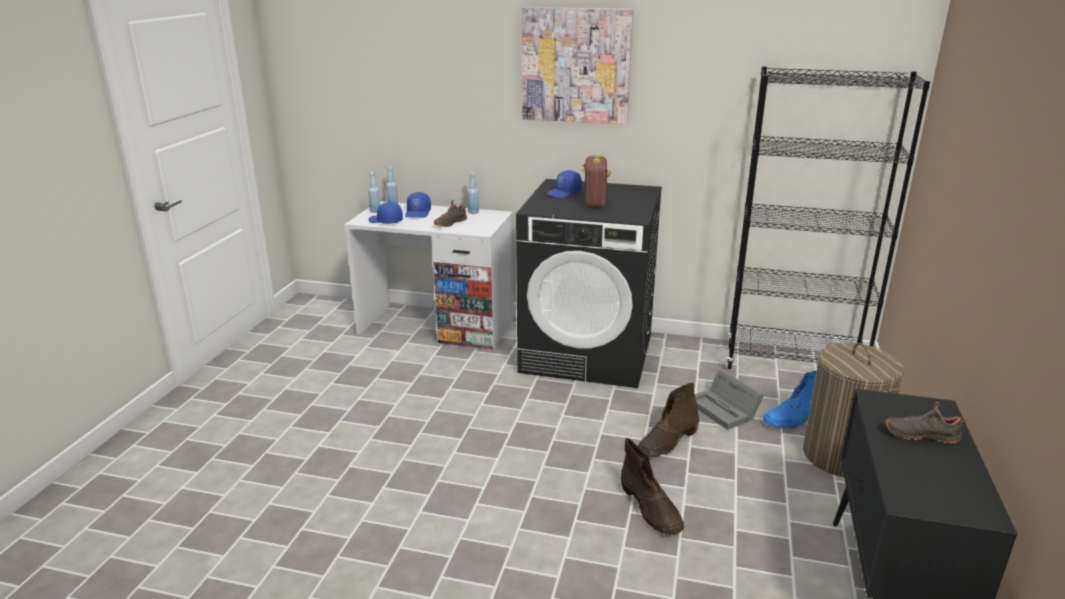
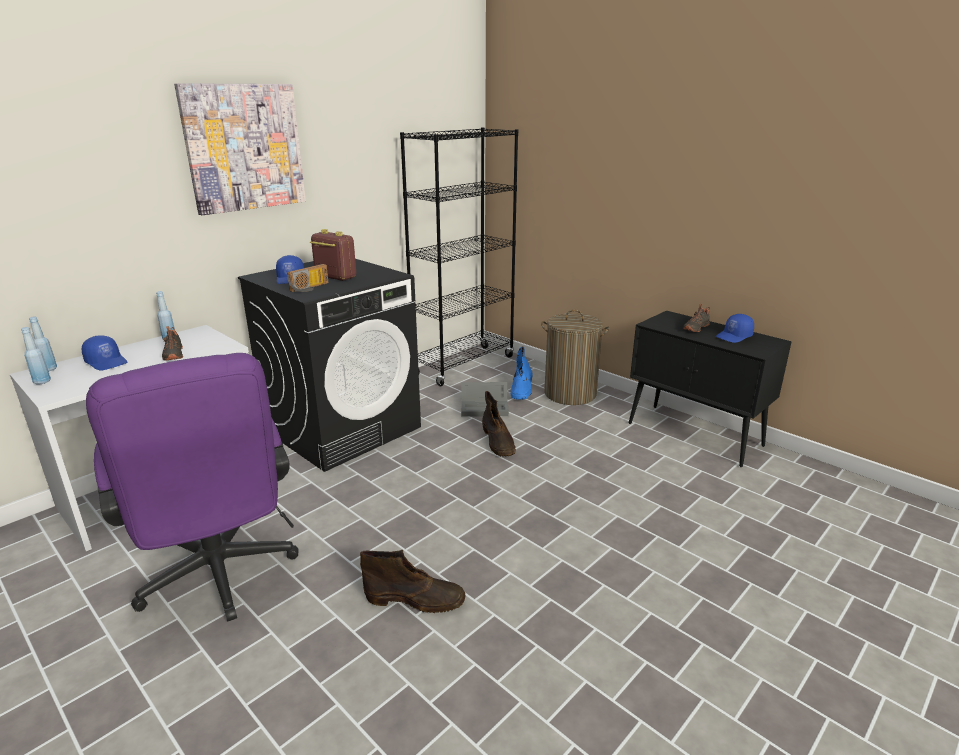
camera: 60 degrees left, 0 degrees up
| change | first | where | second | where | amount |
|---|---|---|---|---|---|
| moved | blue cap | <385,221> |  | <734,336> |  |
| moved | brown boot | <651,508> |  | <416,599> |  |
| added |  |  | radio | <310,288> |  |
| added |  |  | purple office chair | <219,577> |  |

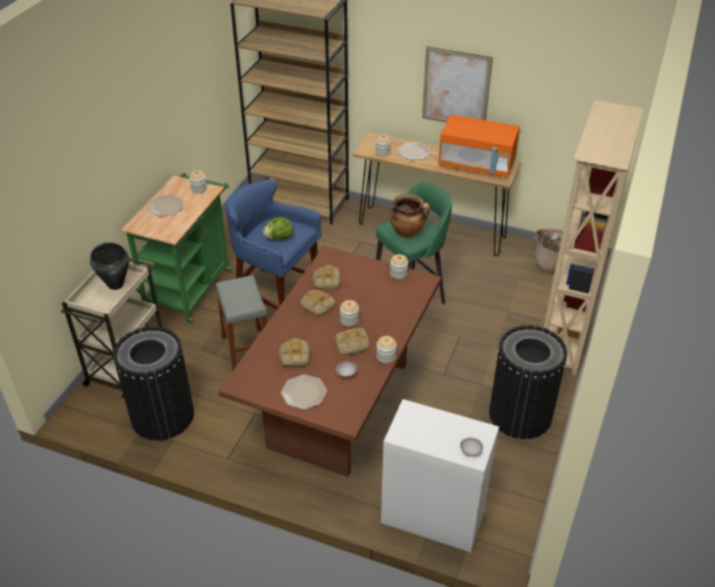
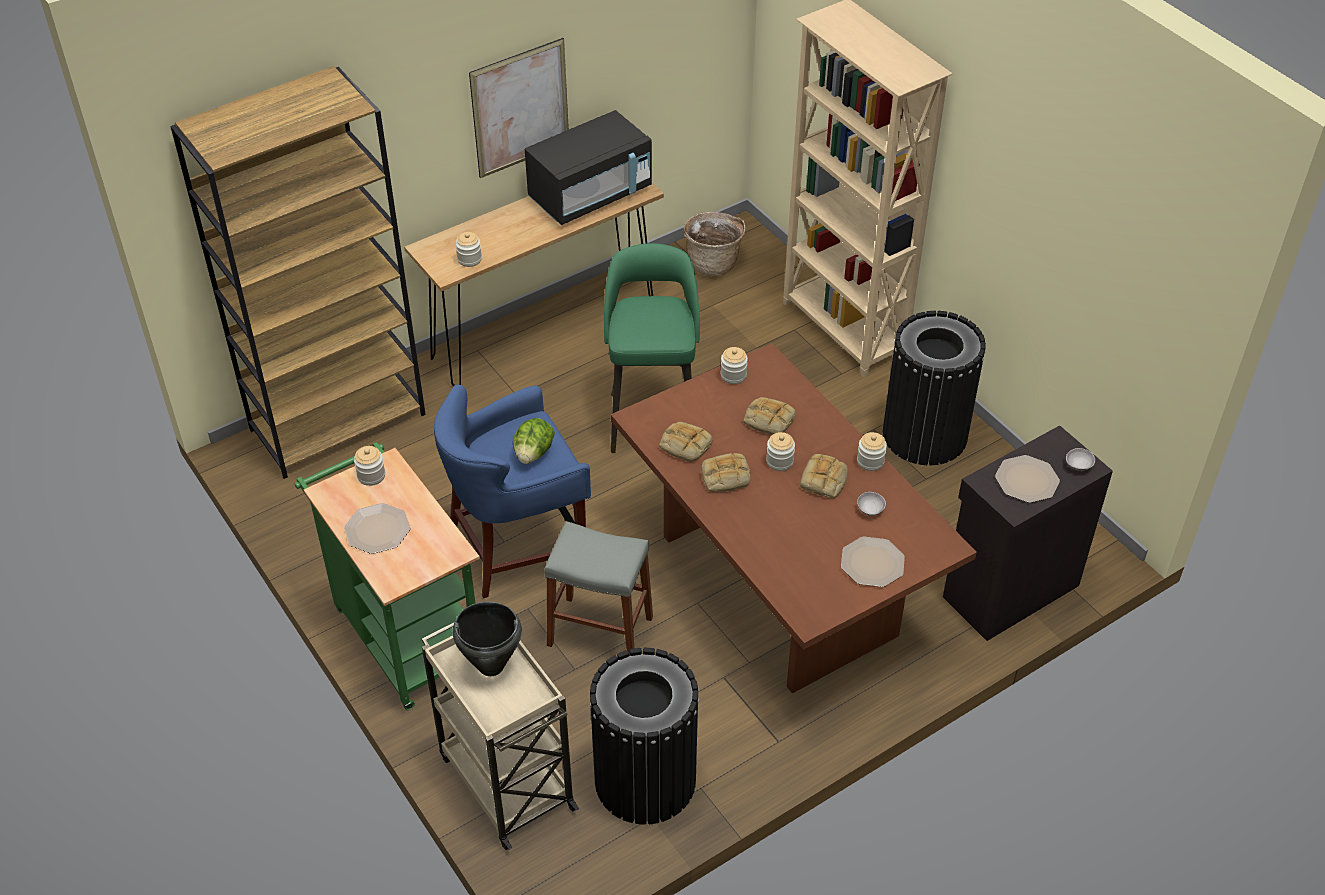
camera: 55 degrees left, 5 degrees up
| change | first | where | second | where | amount |
|---|---|---|---|---|---|
| recoloured | orange microwave | <477,165> | black microwave | <590,195> |  |
| moved | plate | <414,152> |  | <1027,480> |  |
| removed | cooking pot | <408,232> |  |  |  |
| moved | bread | <294,355> |  | <768,420> |  |
| recoloured | white cabinet | <432,515> | black cabinet | <1008,590> |  |

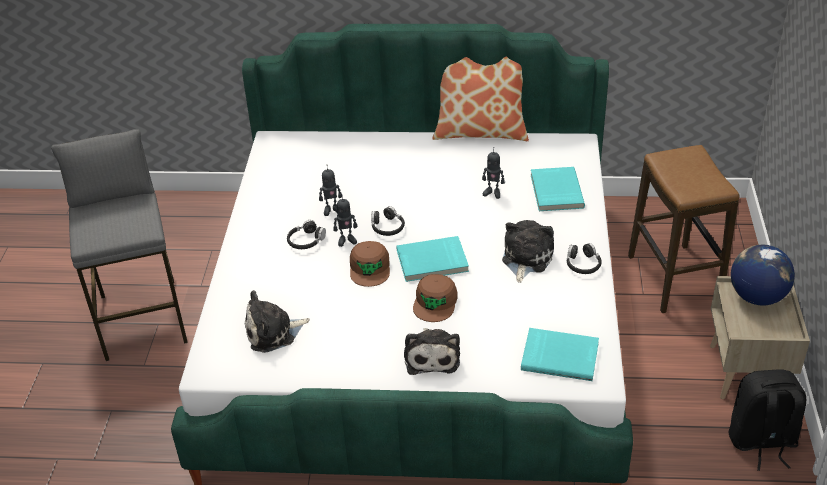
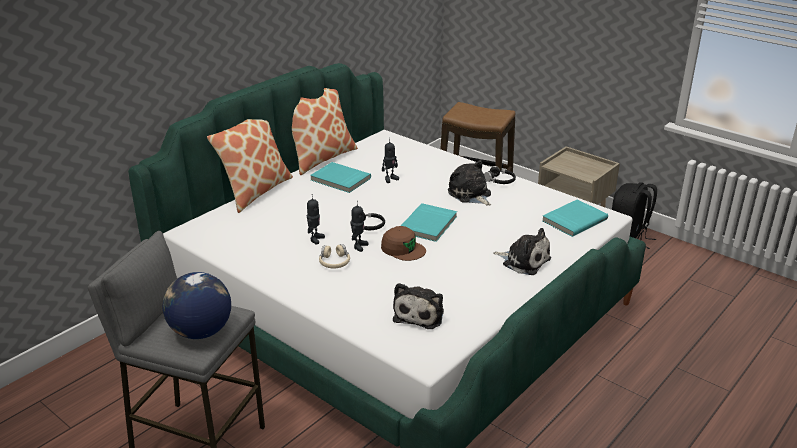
camera: 55 degrees left, 10 degrees down
| change | first | where | second | where | amount |
|---|---|---|---|---|---|
| moved | turquoise book | <555,191> |  | <340,180> |  |
| recoloured | black headphones | <306,241> | beige headphones | <334,262> |  |
| moved | globe | <756,296> |  | <200,332> |  |
| removed | brown cap | <435,302> |  |  |  |
| added |  |  | pillow | <255,191> |  |

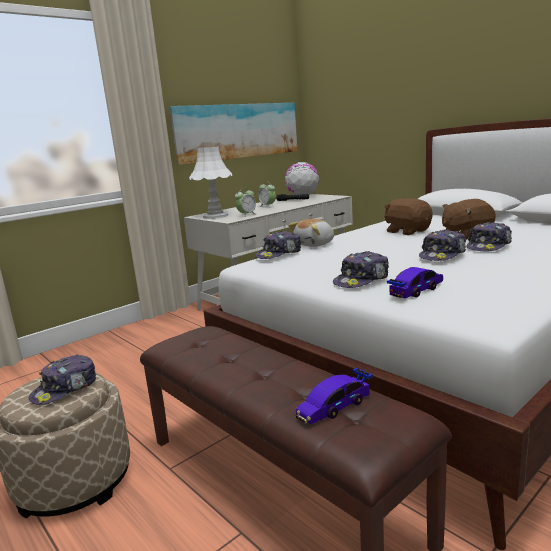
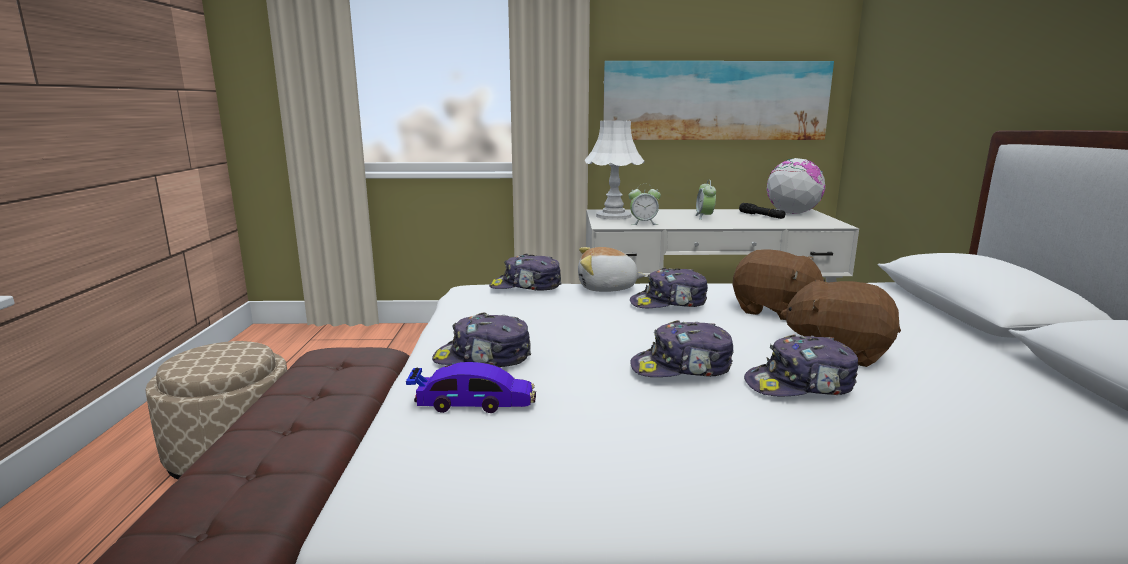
camera: 40 degrees right, 0 degrees up
| change | first | where | second | where | amount |
|---|---|---|---|---|---|
| turned | brown plush toy | <407,231> |  | <774,311> | 120 degrees clockwise |
| moved | cap | <65,389> |  | <669,303> |  |
| removed | toy car | <335,406> |  |  |  |

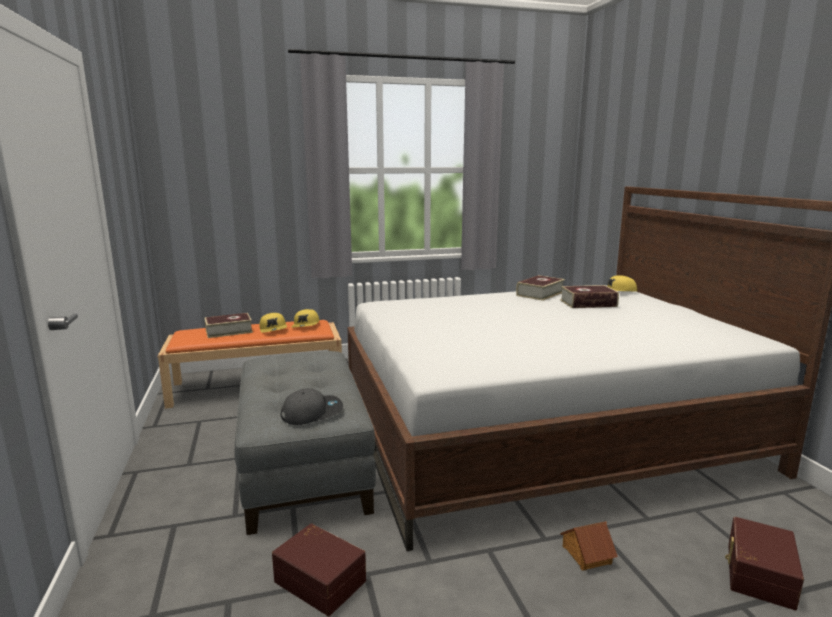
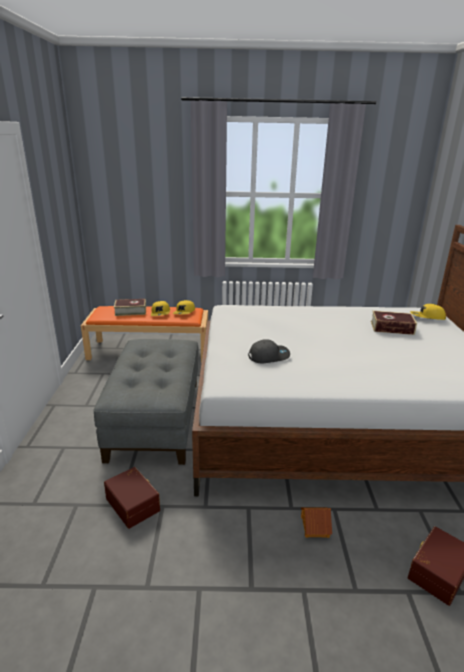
camera: 15 degrees right, 10 degrees up
| change | first | where | second | where | amount |
|---|---|---|---|---|---|
| removed | book | <540,294> |  |  |  |
| moved | grey cap | <312,413> |  | <269,356> |  |

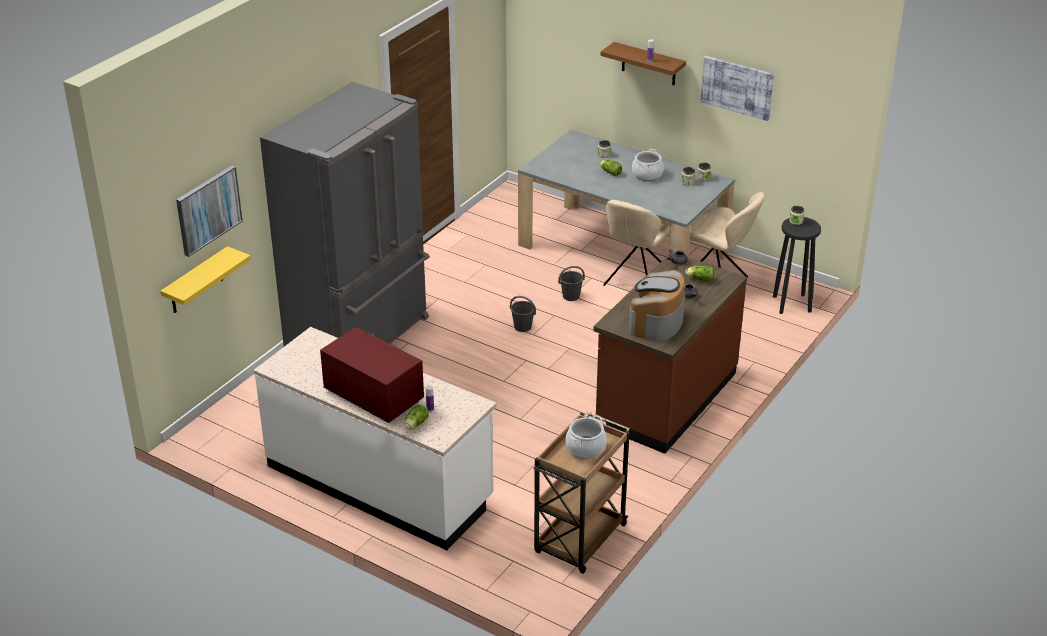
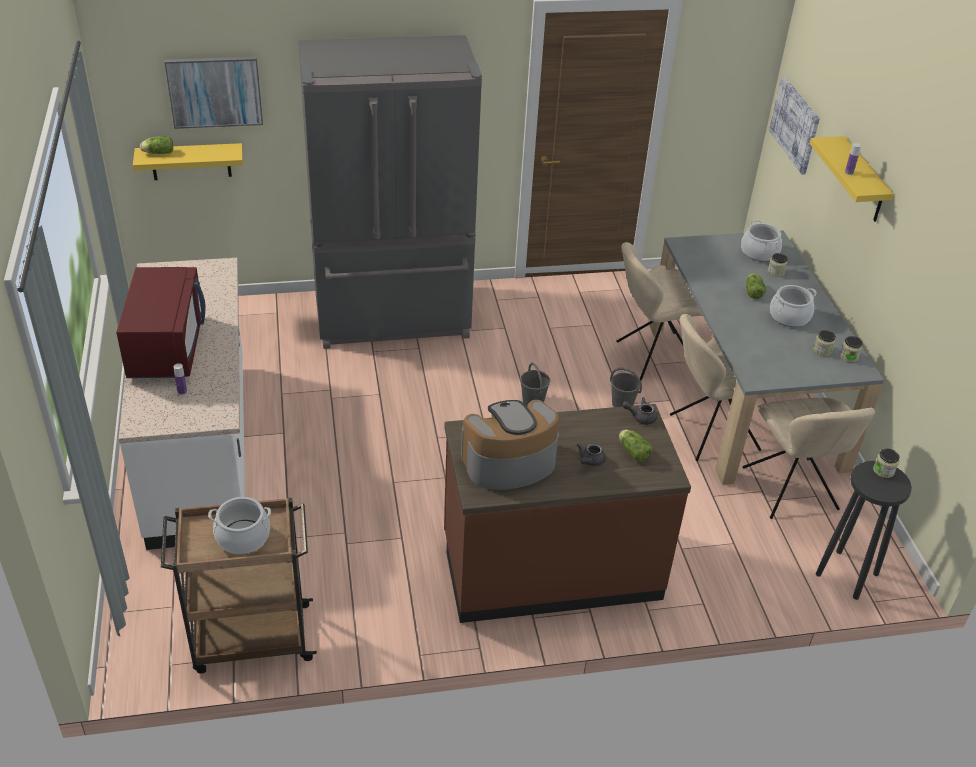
camera: 45 degrees right, 5 degrees up
| change | first | where | second | where | amount |
|---|---|---|---|---|---|
| recoloured | brown shelf | <648,64> | yellow shelf | <863,181> |  |
| moved | picture | <737,87> |  | <795,124> |  |
| moved | lettuce | <415,425> |  | <157,153> |  |
| added |  |  | cooking pot | <759,252> |  |
| added |  |  | beige chair | <654,357> |  |

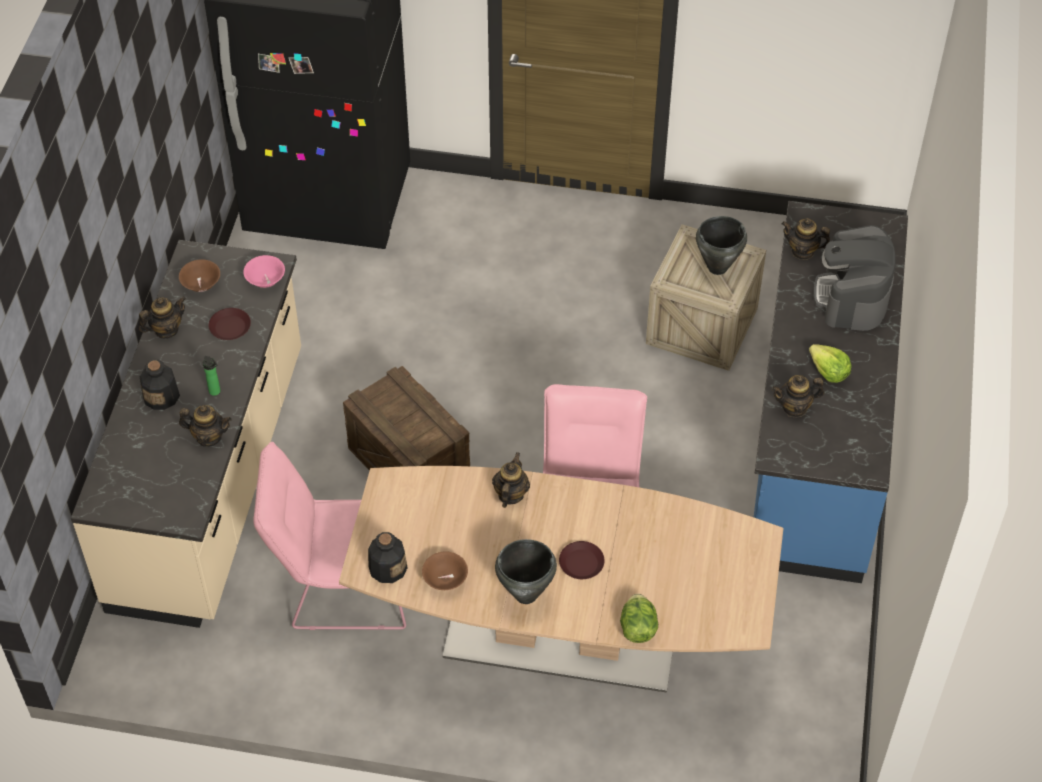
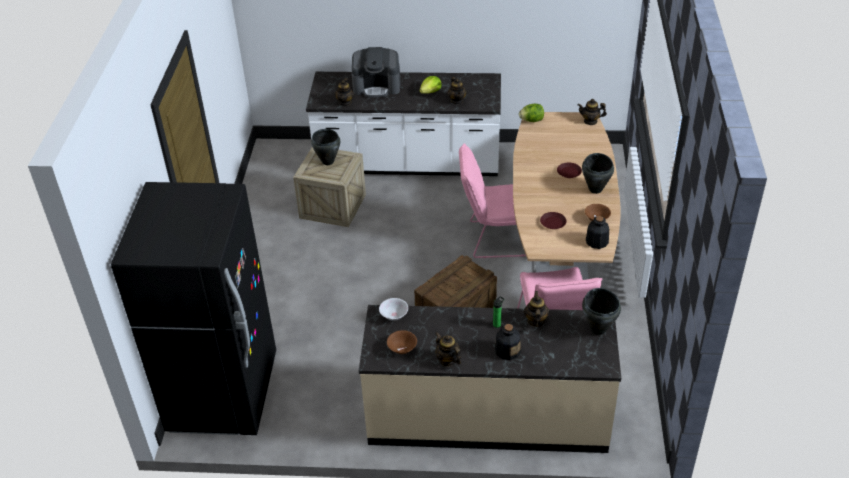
camera: 95 degrees left, 10 degrees down
| change | first | where | second | where | amount |
|---|---|---|---|---|---|
| recoloured | blue counter | <815,437> | white counter | <408,162> |  |
| recoloured | pink bowl | <265,280> | white bowl | <394,315> |  |
| moved | brown plate | <229,327> |  | <553,223> |  |
| moved | teapot | <510,494> |  | <590,121> |  |
| moved | lettuce | <637,628> |  | <532,120> |  |
| added |  |  | black cooking pot | <598,329> |  |

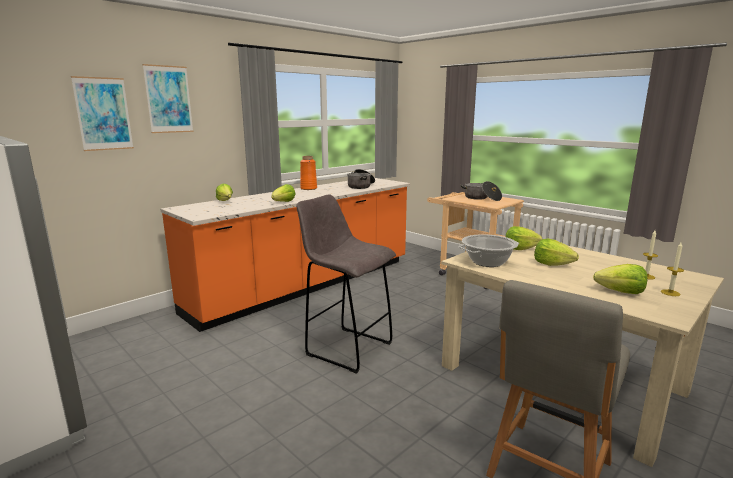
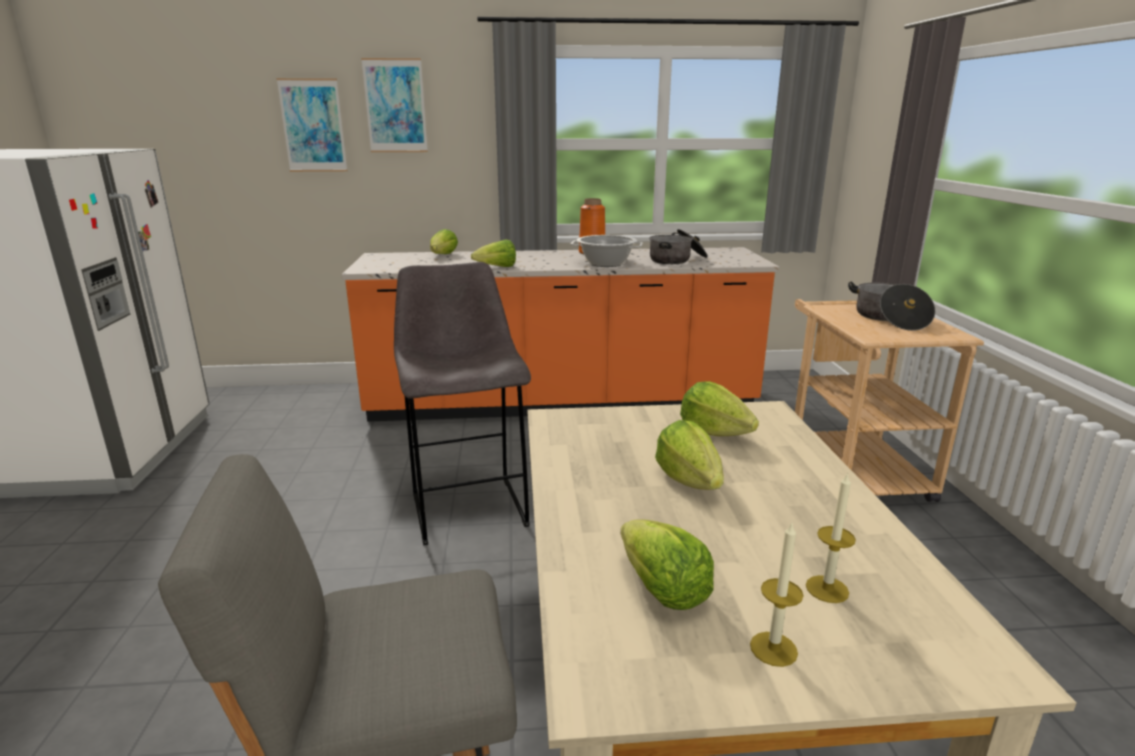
camera: 40 degrees right, 5 degrees up
| change | first | where | second | where | amount |
|---|---|---|---|---|---|
| moved | cooking pot | <487,262> |  | <606,263> |  |

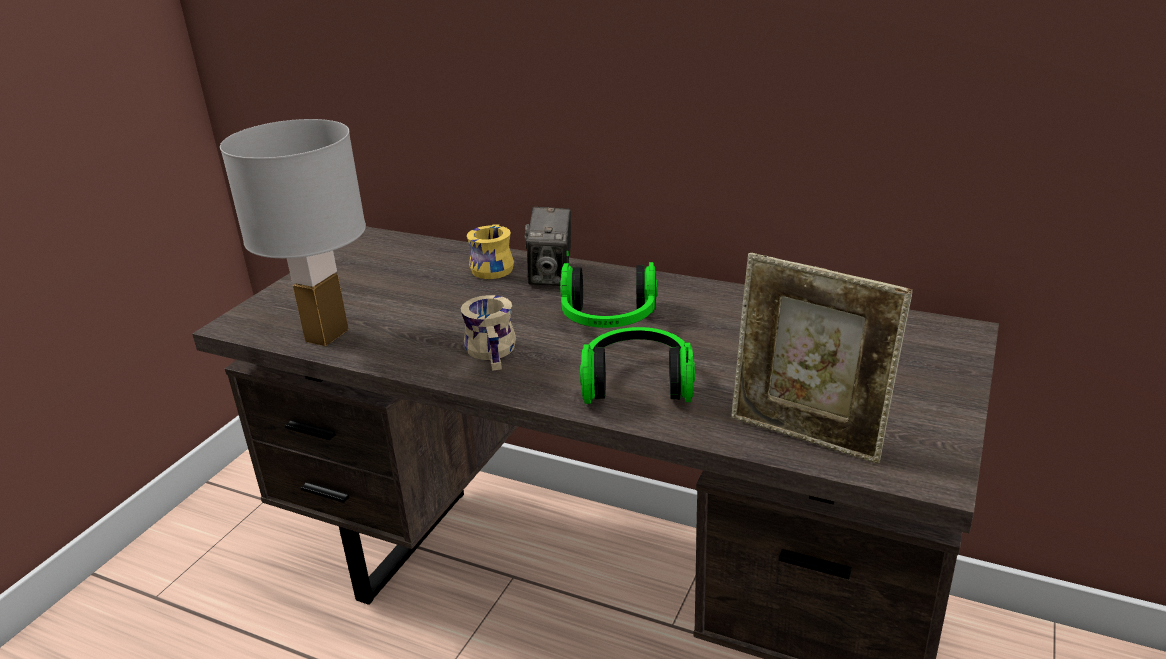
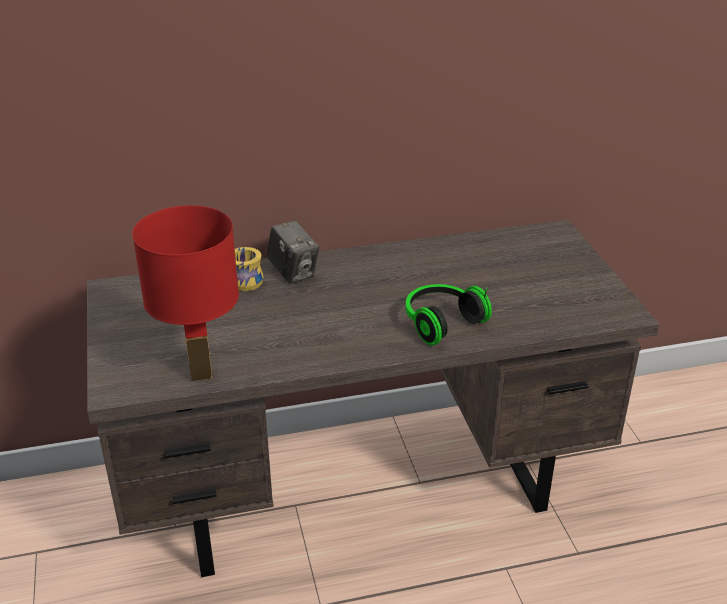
camera: 40 degrees left, 5 degrees up
| change | first | where | second | where | amount |
|---|---|---|---|---|---|
| recoloured | white table lamp | <327,336> | red table lamp | <201,371> |  |
| removed | headphones | <608,321> |  |  |  |
| removed | picture frame | <807,436> |  |  |  |
| removed | beige mug | <495,351> |  |  |  |

